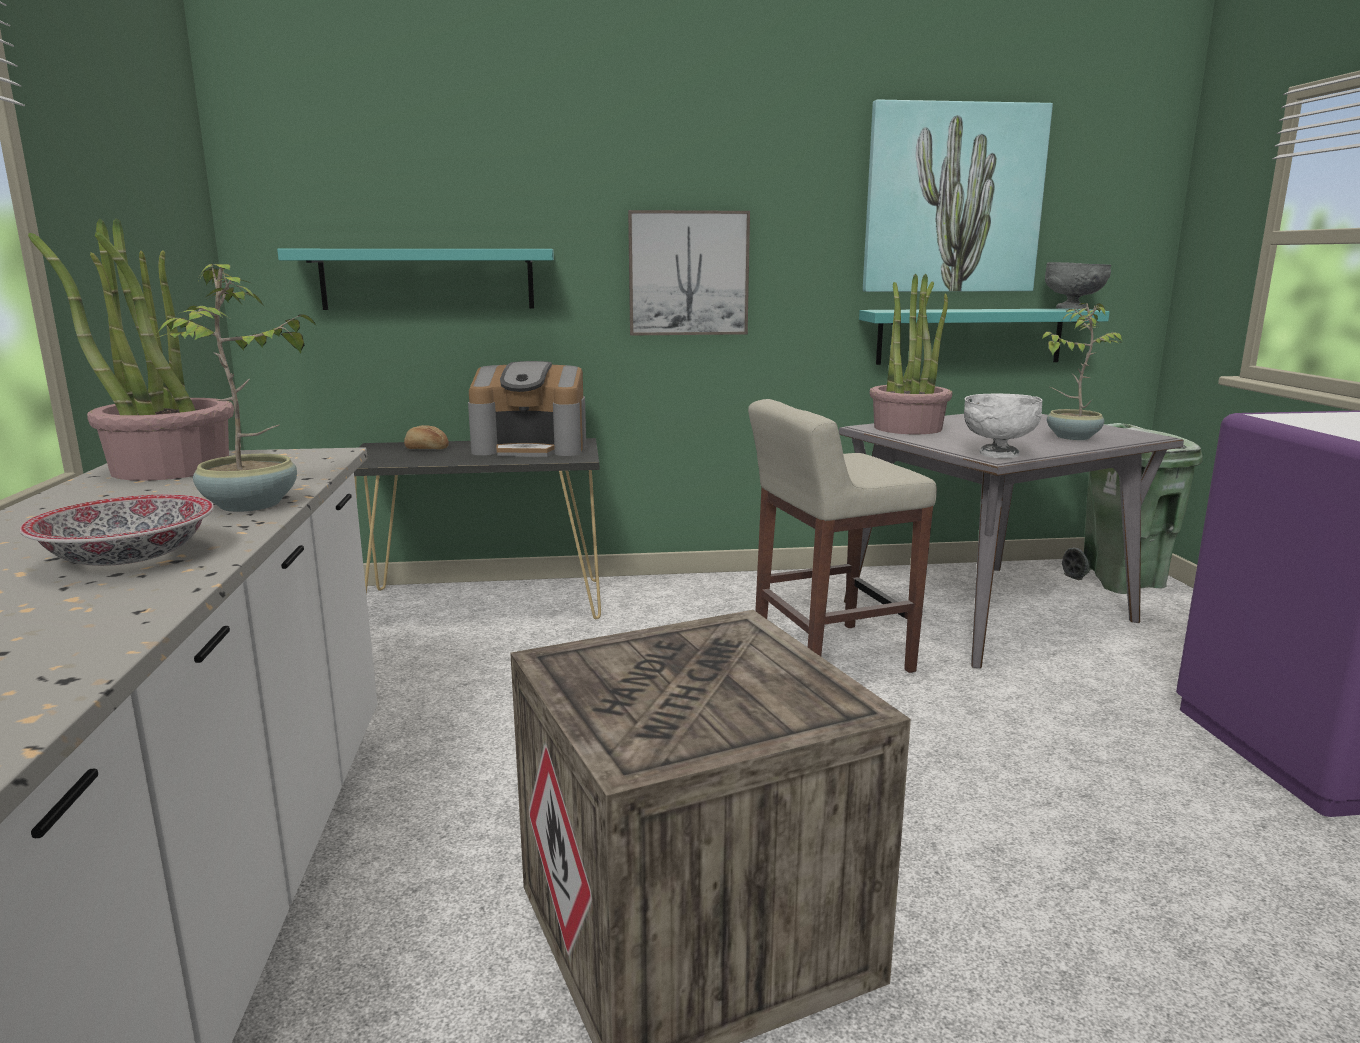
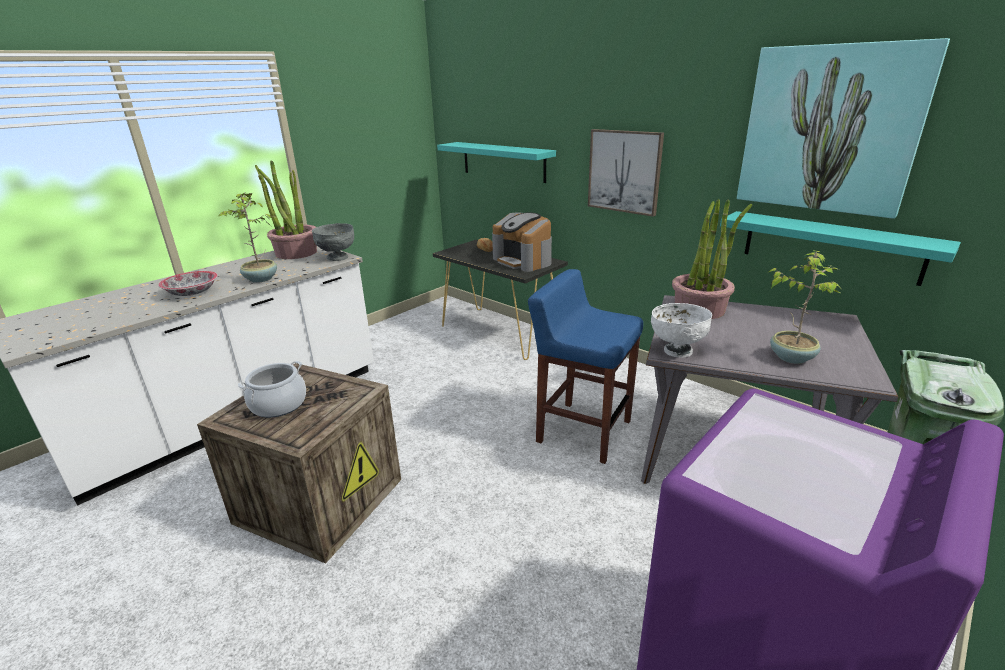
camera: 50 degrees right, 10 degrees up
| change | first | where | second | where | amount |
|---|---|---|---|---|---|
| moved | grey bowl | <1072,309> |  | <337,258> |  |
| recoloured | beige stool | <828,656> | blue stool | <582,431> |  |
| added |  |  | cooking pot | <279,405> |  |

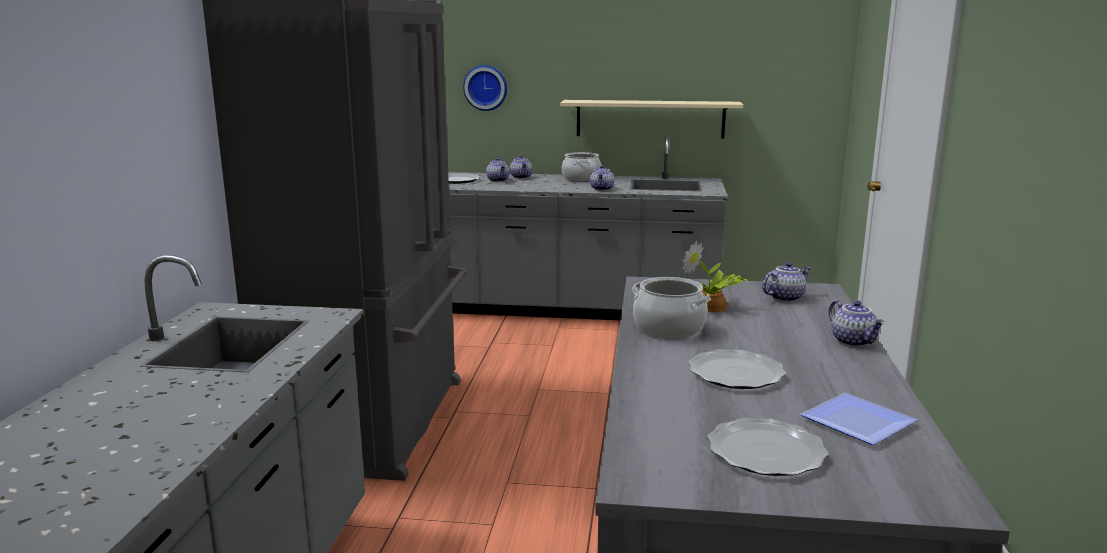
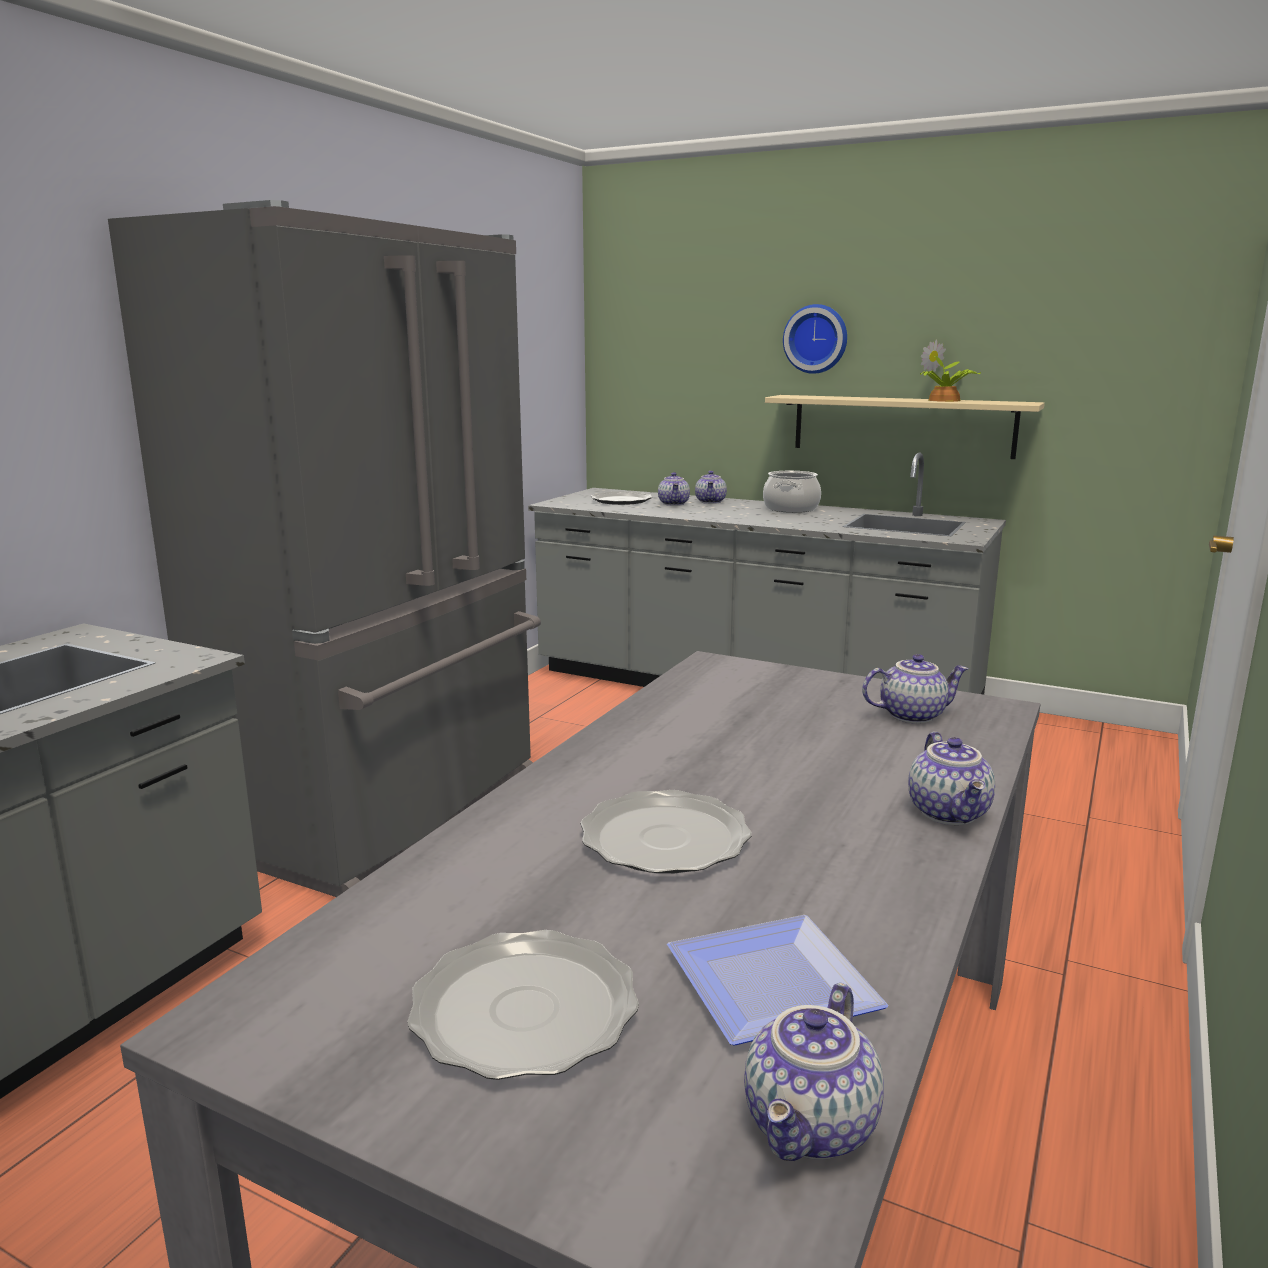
camera: 20 degrees right, 0 degrees up
| change | first | where | second | where | amount |
|---|---|---|---|---|---|
| moved | wall clock | <486,87> |  | <816,339> |  |
| moved | teapot | <602,189> |  | <813,1127> |  |
| moved | potted plant | <711,307> |  | <944,400> |  |
| removed | cooking pot | <668,328> |  |  |  |

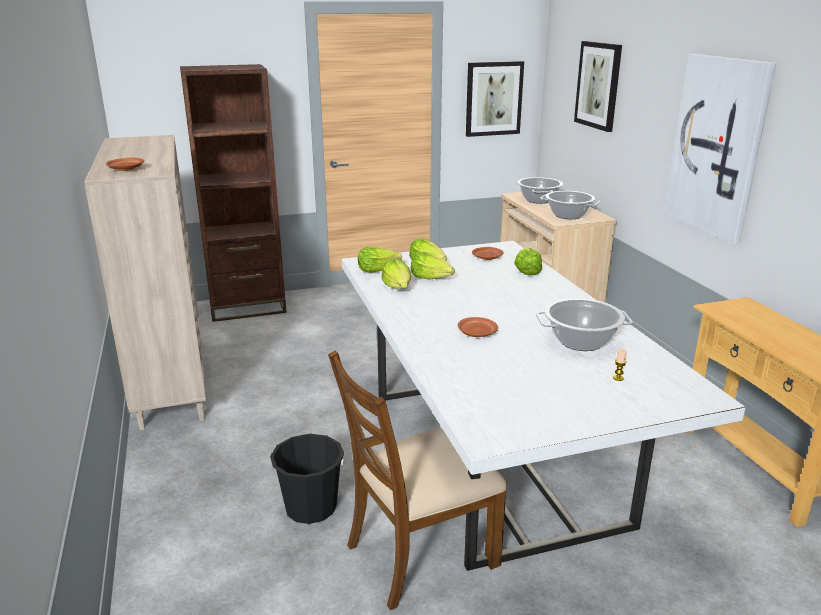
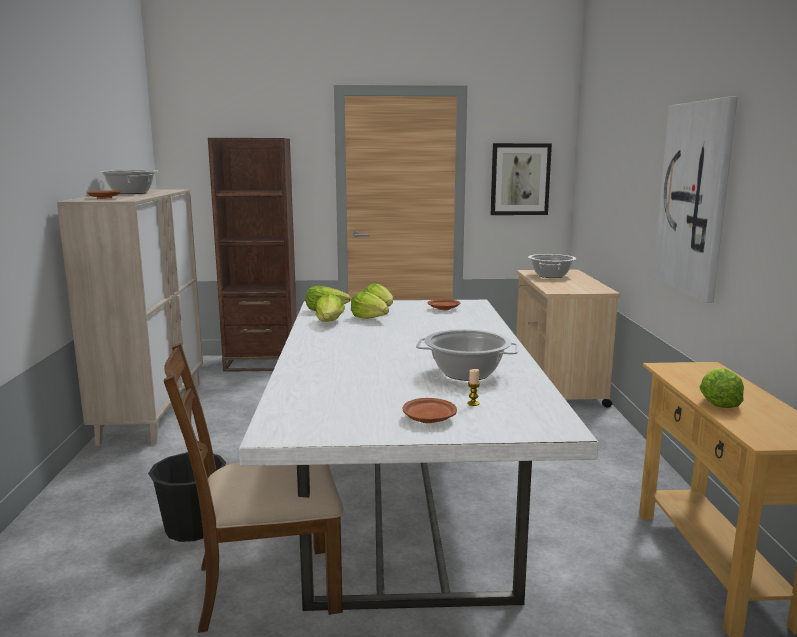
camera: 15 degrees right, 10 degrees down
| change | first | where | second | where | amount |
|---|---|---|---|---|---|
| removed | picture | <598,85> |  |  |  |
| moved | cooking pot | <568,215> |  | <131,193> |  |
| moved | lettuce | <526,271> |  | <718,402> |  |
| moved | brown plate | <476,333> |  | <428,418> |  |

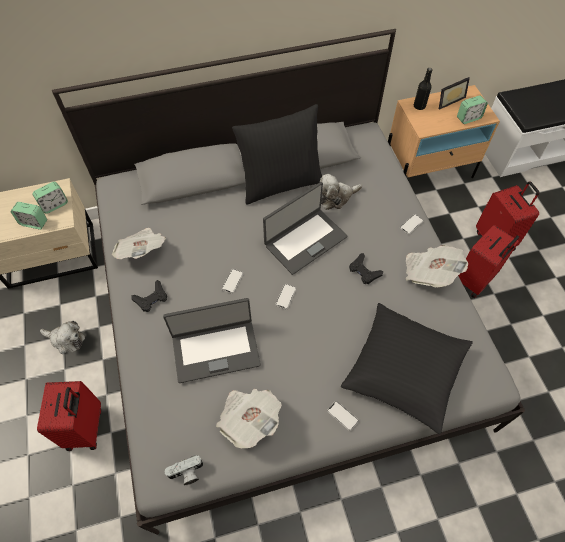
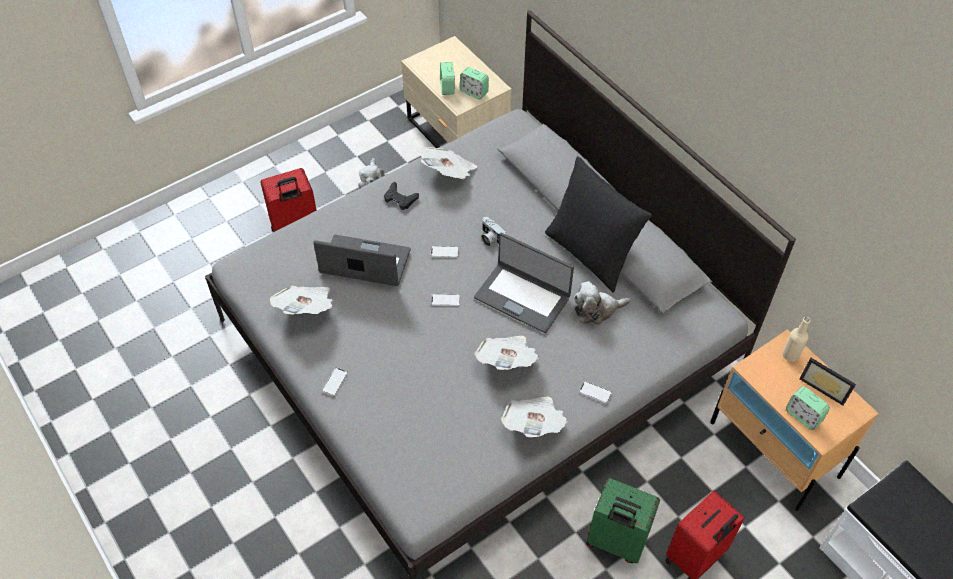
camera: 70 degrees right, 5 degrees down
| change | first | where | second | where | amount |
|---|---|---|---|---|---|
| recoloured | black bottle | <419,106> | beige bottle | <790,355> |  |
| turned | plush toy | <336,197> |  | <597,310> | 60 degrees counterclockwise |
| recoloured | red suitcase | <475,280> | green suitcase | <615,542> |  |
| replaced | black game controller | <364,271> | newspaper | <507,361> |  |
| turned | laptop | <215,350> |  | <365,263> | 135 degrees clockwise |
| removed | black pillow | <404,370> |  |  |  |
| moved | photo camera | <187,474> |  | <490,238> |  |

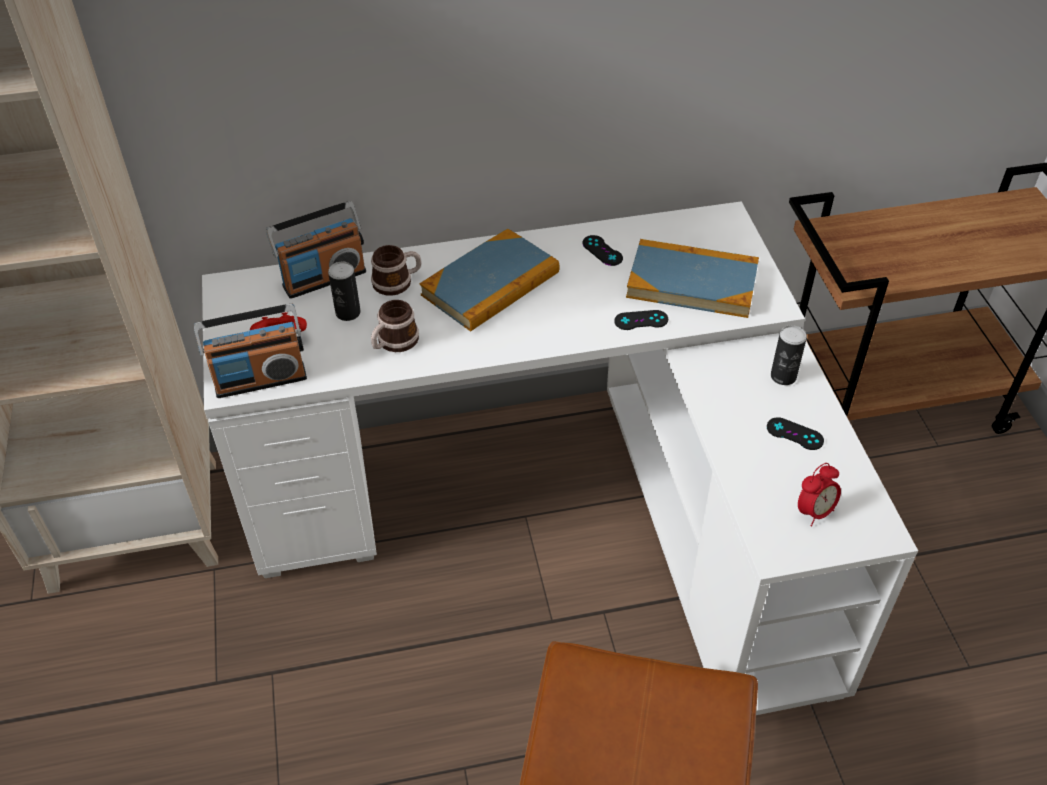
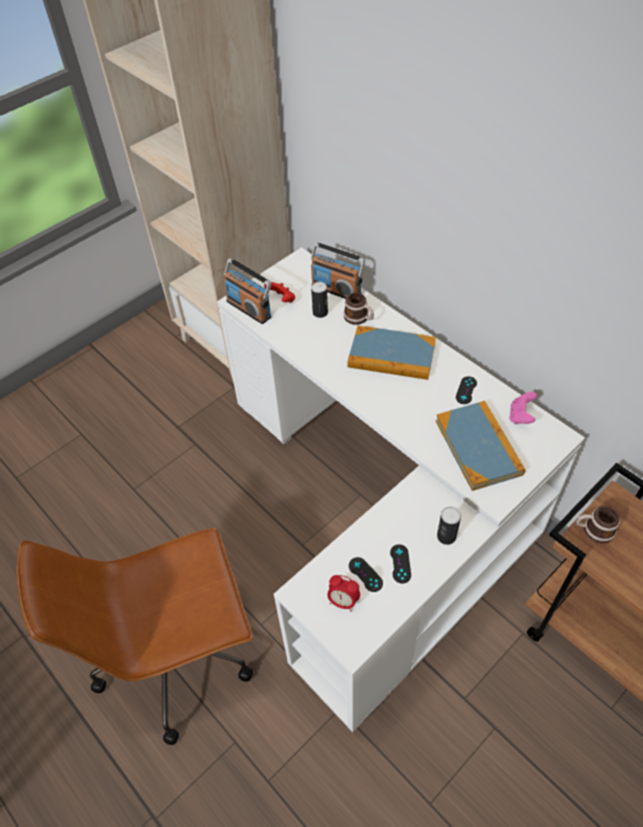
camera: 60 degrees right, 5 degrees up
| change | first | where | second | where | amount |
|---|---|---|---|---|---|
| moved | mug | <394,343> |  | <593,530> |  |
| moved | black game controller | <641,320> |  | <365,574> |  |
| added |  |  | pink game controller | <520,416> |  |

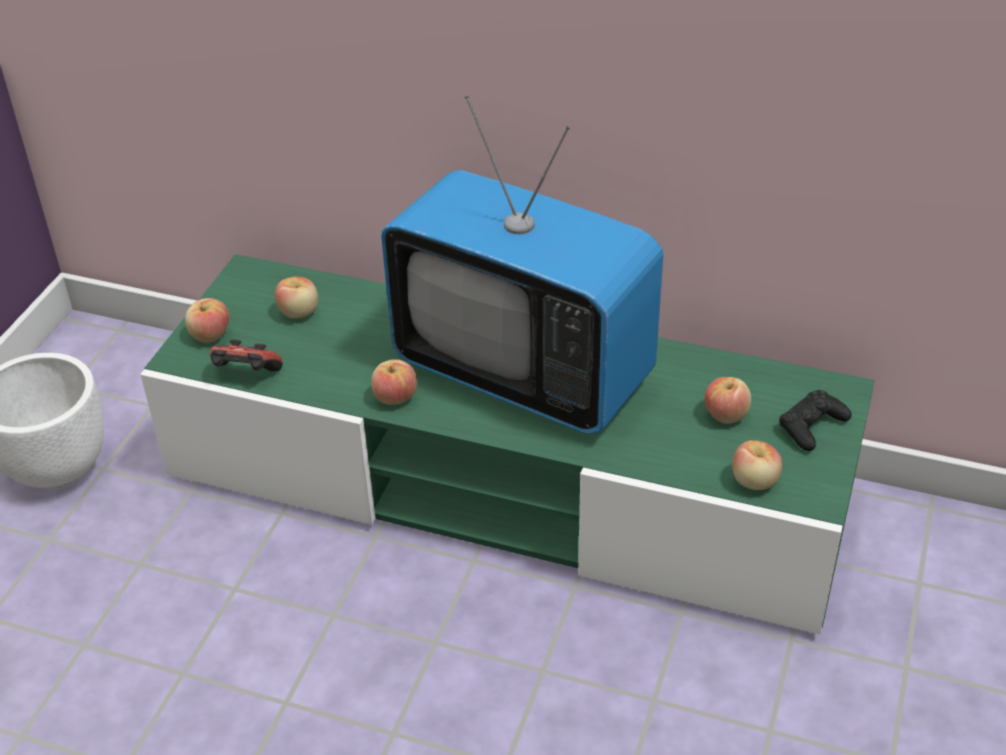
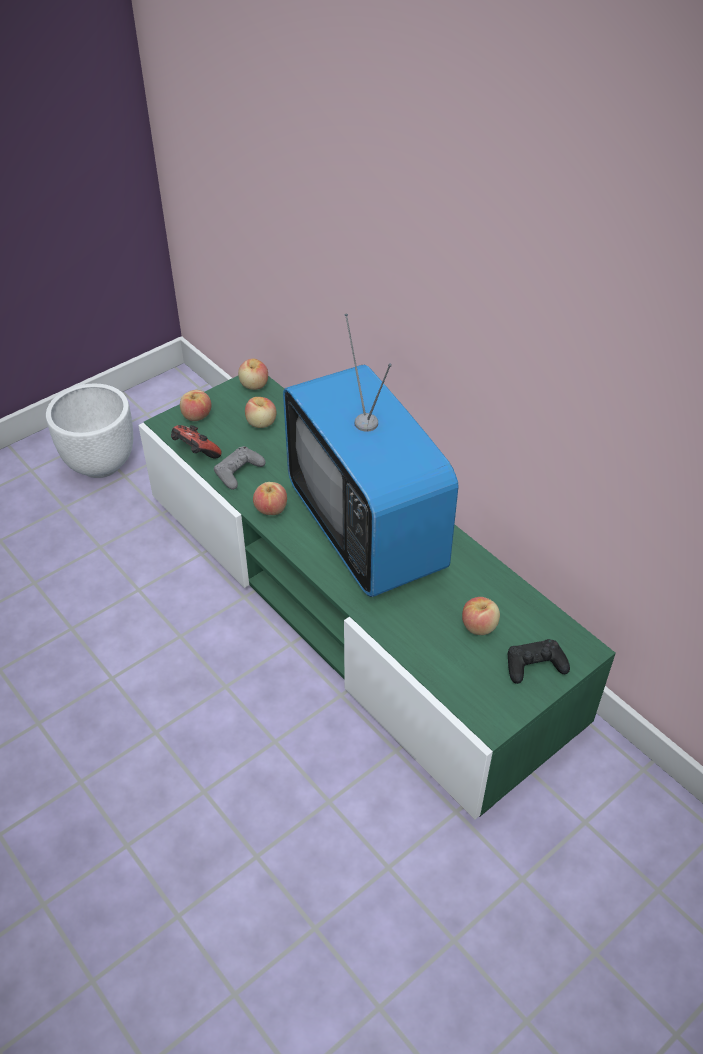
camera: 30 degrees right, 5 degrees up
| change | first | where | second | where | amount |
|---|---|---|---|---|---|
| moved | apple | <755,481> |  | <254,385> |  |
| added |  |  | grey game controller | <238,472> |  |

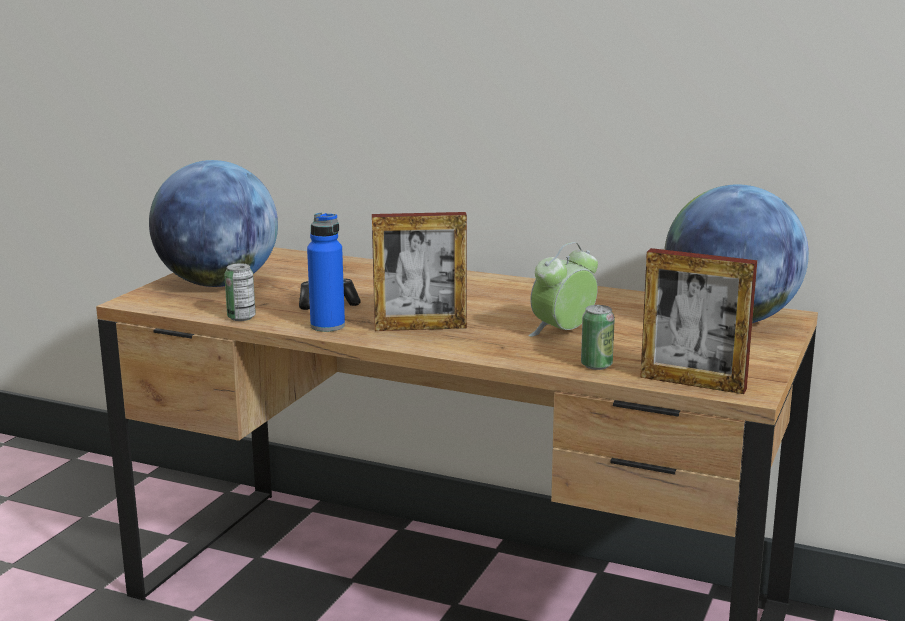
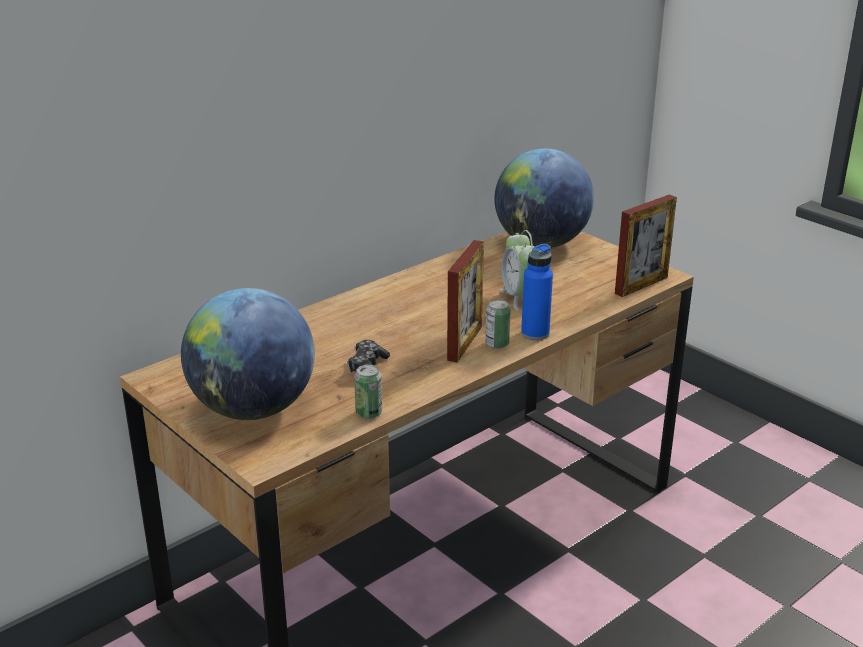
camera: 65 degrees left, 10 degrees up
| change | first | where | second | where | amount |
|---|---|---|---|---|---|
| moved | blue bottle | <327,326> |  | <535,333> |  |
| moved | can | <596,365> |  | <497,344> |  |

